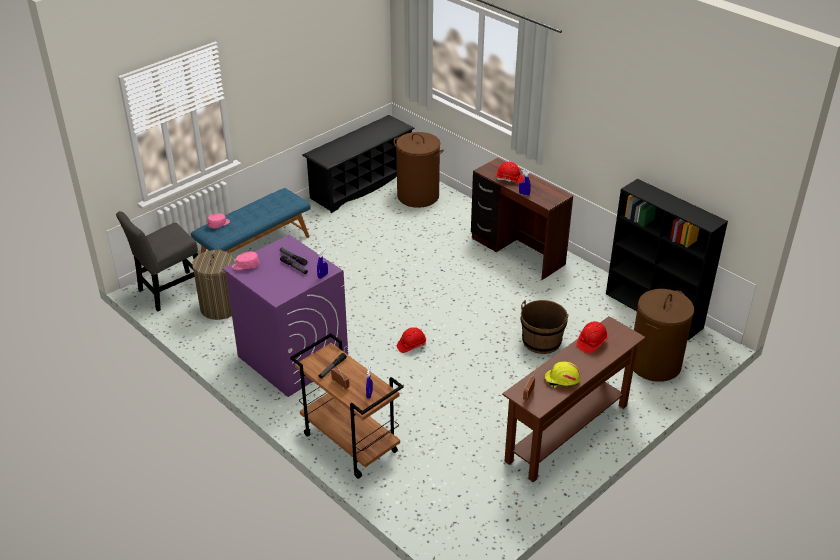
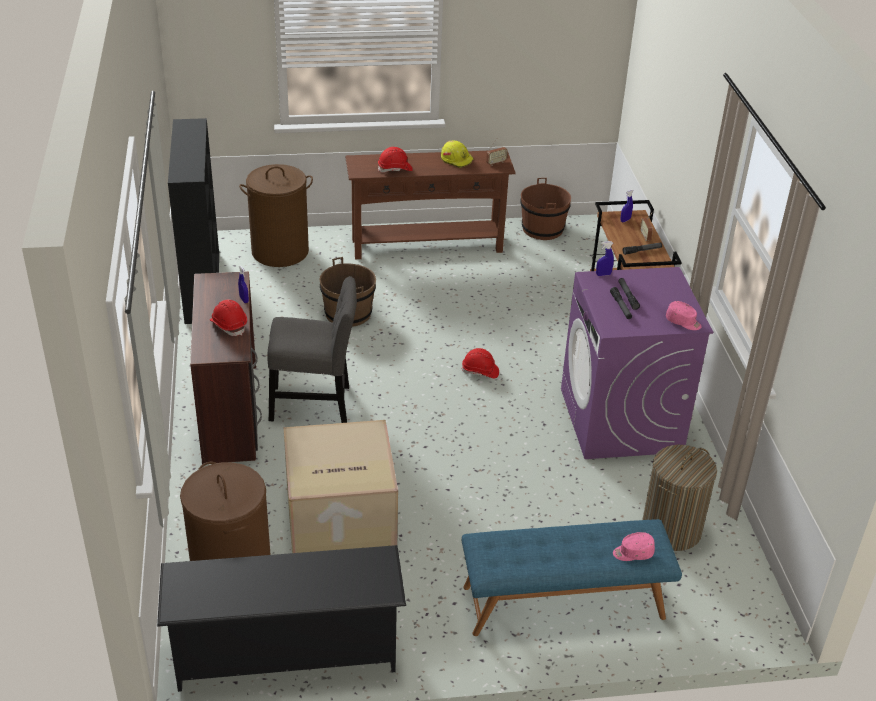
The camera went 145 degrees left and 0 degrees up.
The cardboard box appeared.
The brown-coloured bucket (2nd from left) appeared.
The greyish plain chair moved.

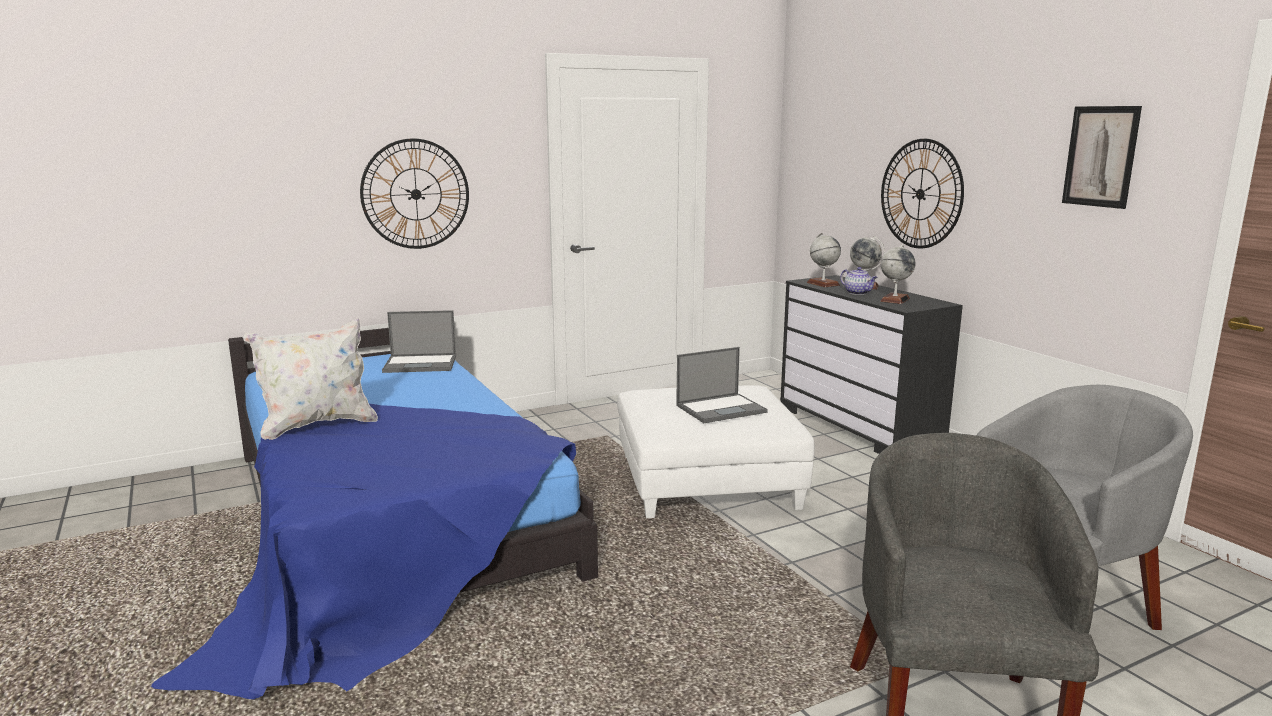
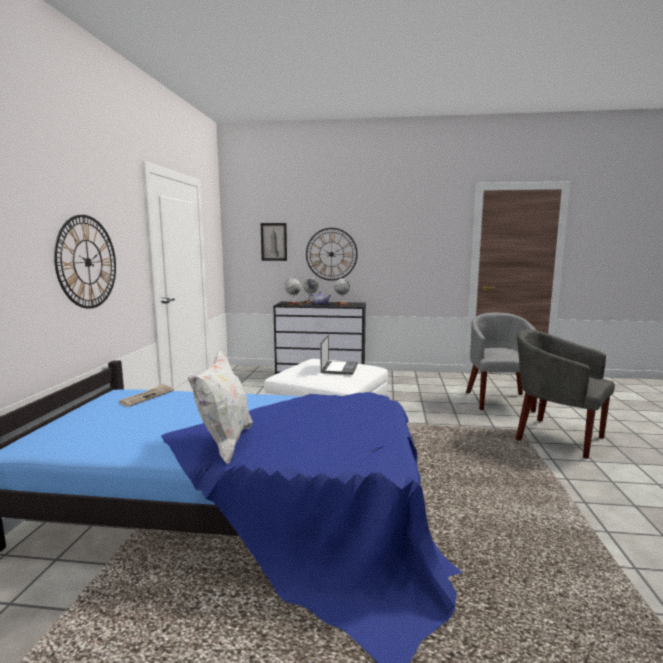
The camera went 55 degrees left and 5 degrees down.
The picture moved.
The portable computer (1st from left) was replaced by the newspaper.

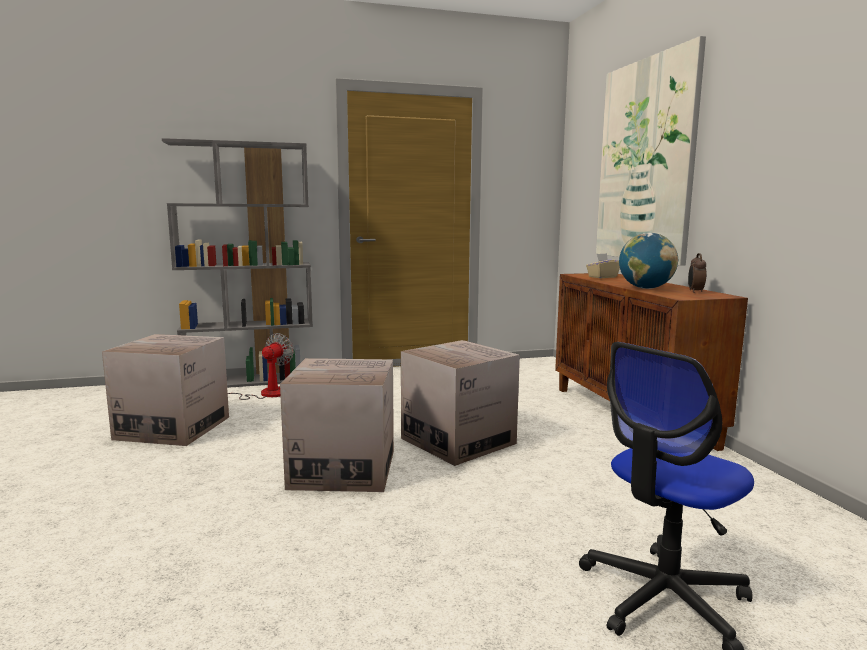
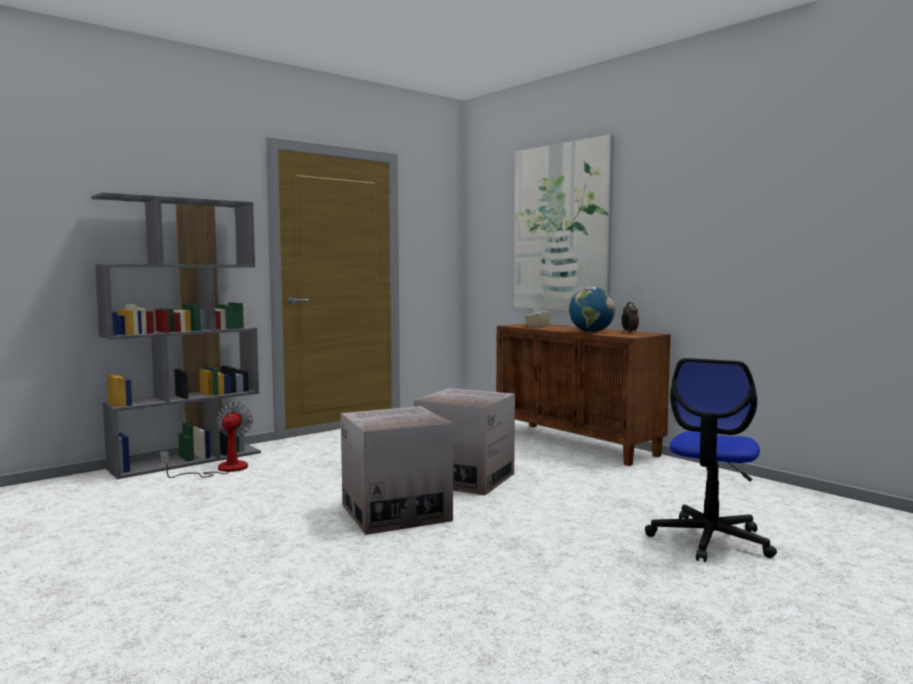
The camera went 25 degrees left and 5 degrees down.
The cardboard box (1st from left) disappeared.

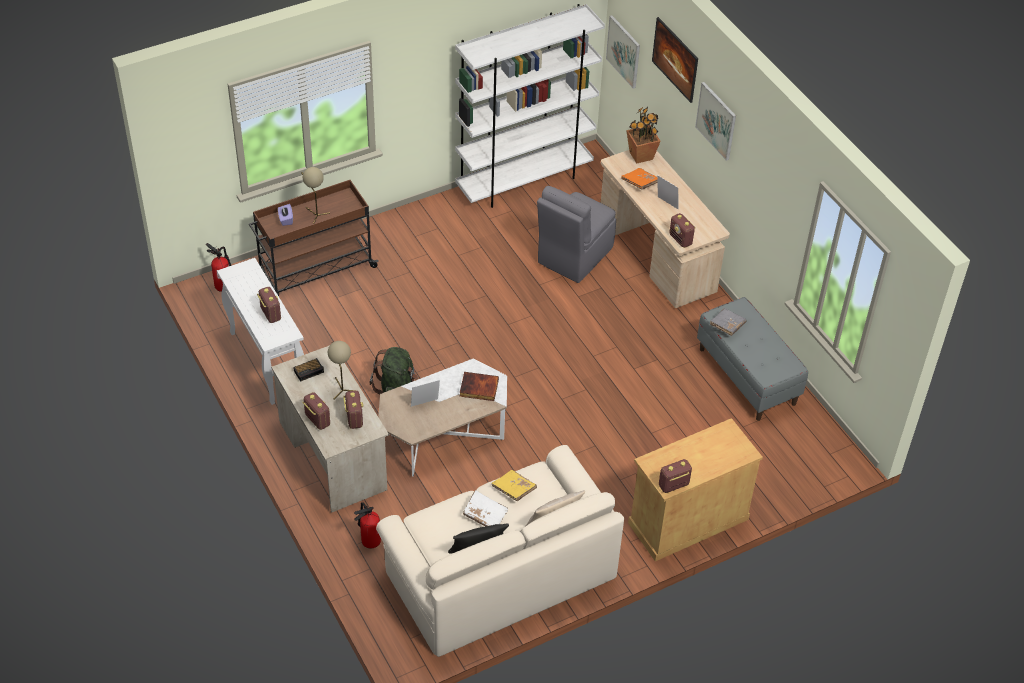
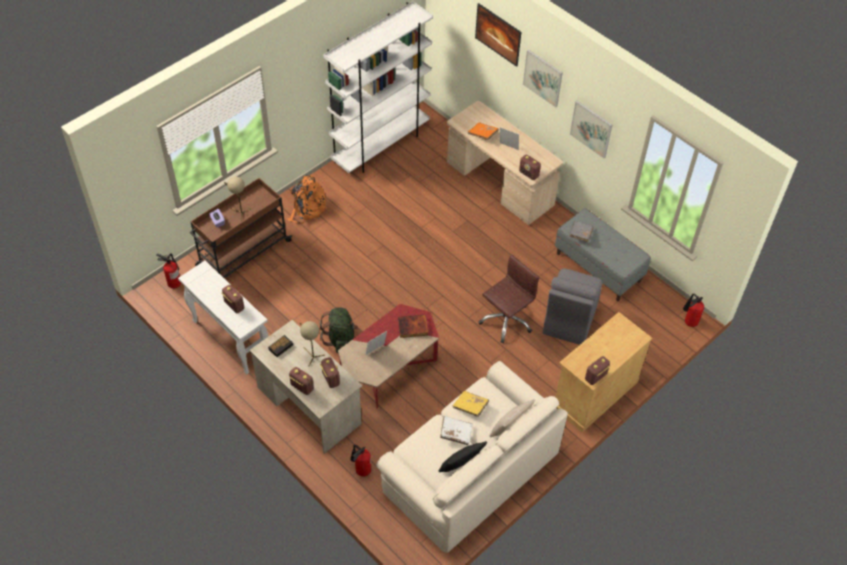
The camera went 15 degrees left and 5 degrees up.
The plant in a pot disappeared.
The orangey backpack appeared.
The brown-coloured office chair appeared.
The fire extinguisher (3rd from left) appeared.
The greyish plain chair moved.
The picture (1st from left in the first image) moved.
The white-coloured coffee table became the red coffee table.

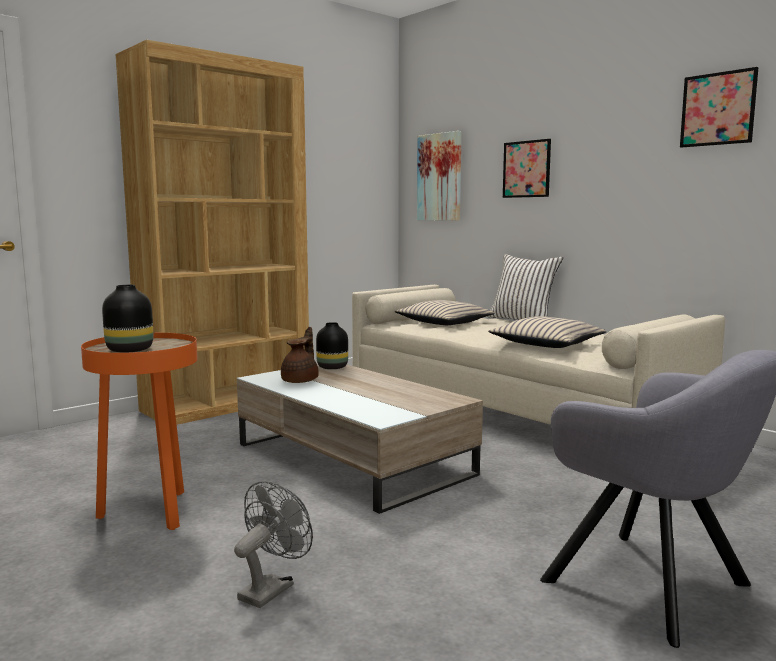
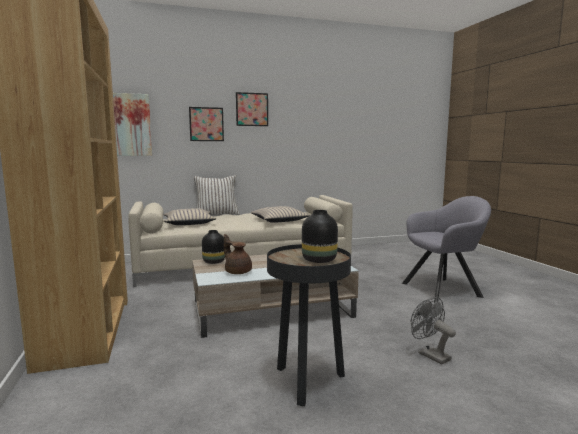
The camera went 65 degrees left and 0 degrees up.
The picture (3rd from left) moved.
The orangey end table became the blackish end table.

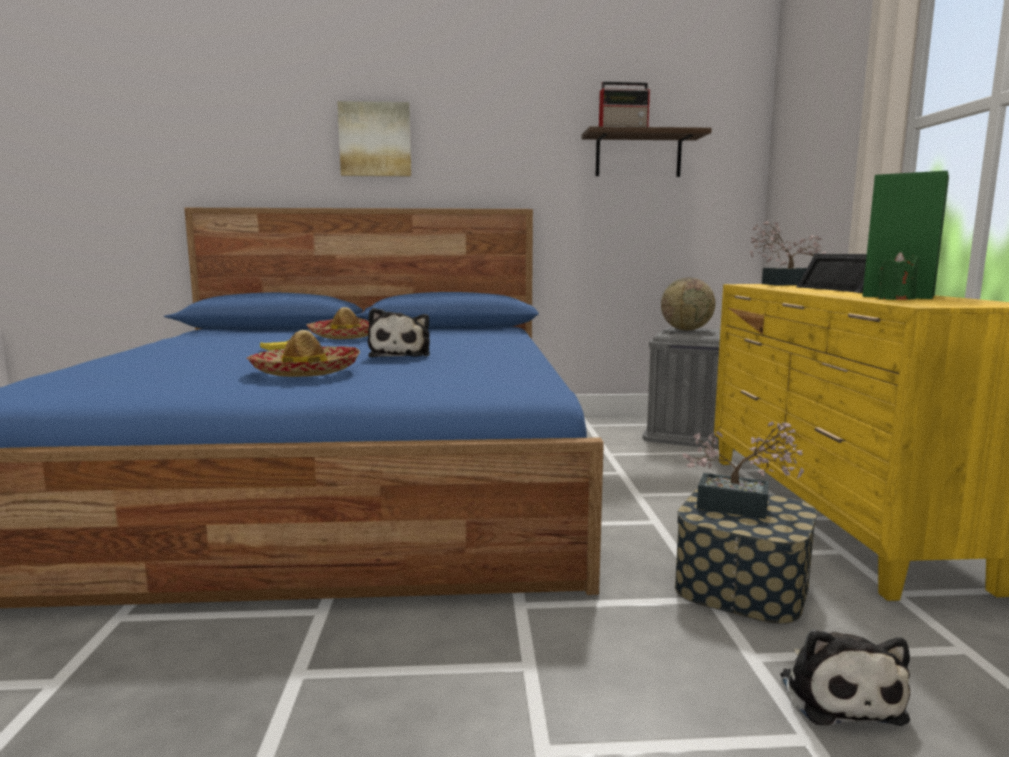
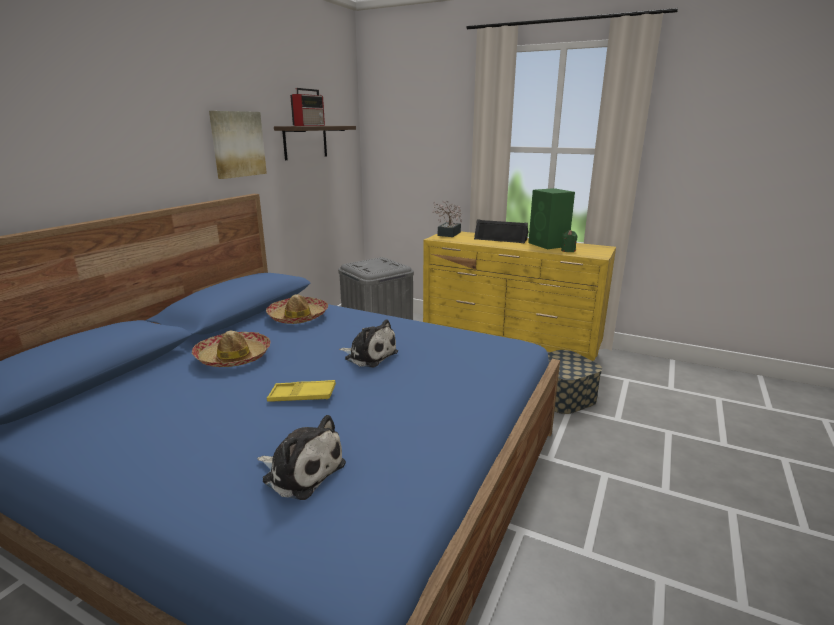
The camera went 60 degrees left and 10 degrees up.
The desk globe disappeared.
The plant in a pot (1st from left) disappeared.
The hat (1st from left in the first image) moved.
The picture moved.
The soft toy (2nd from left in the first image) moved.

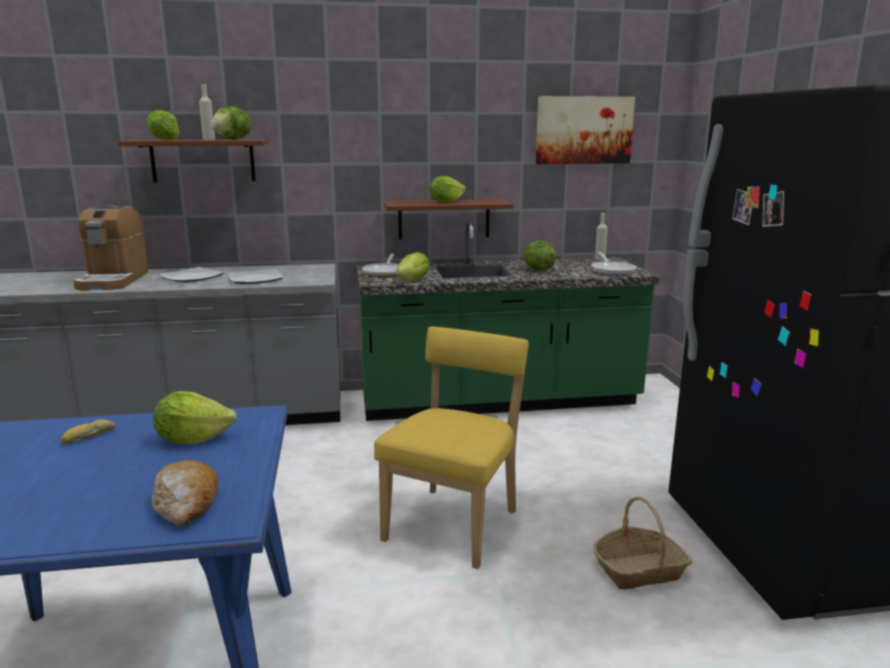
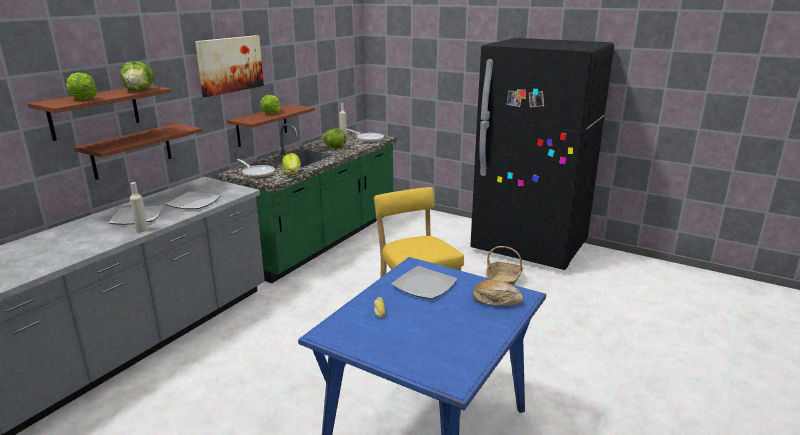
The camera went 50 degrees left and 5 degrees up.
The coffee maker disappeared.
The brown-coloured shelf (2nd from left) appeared.
The beige-coloured drink bottle (1st from left) moved.
The picture moved.
The head of lettuce (2nd from left) was replaced by the dinner plate (3rd from left).

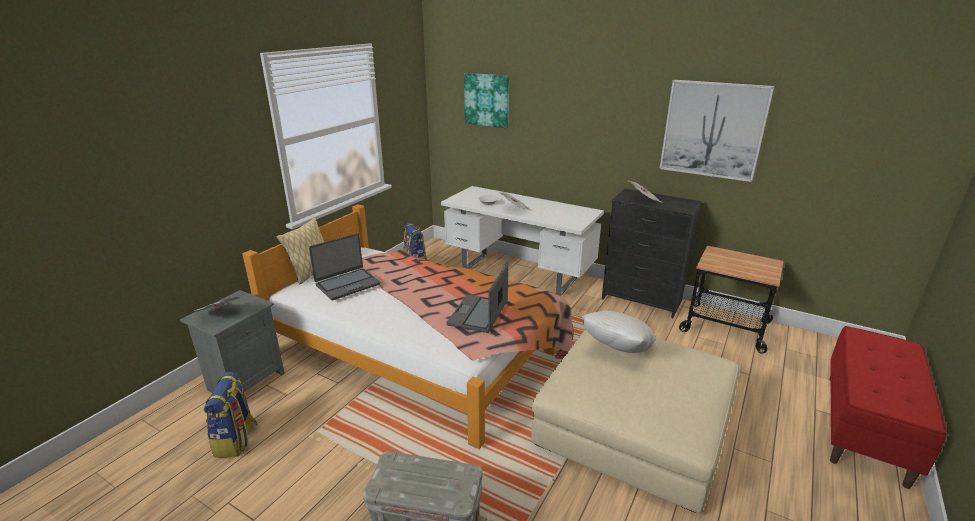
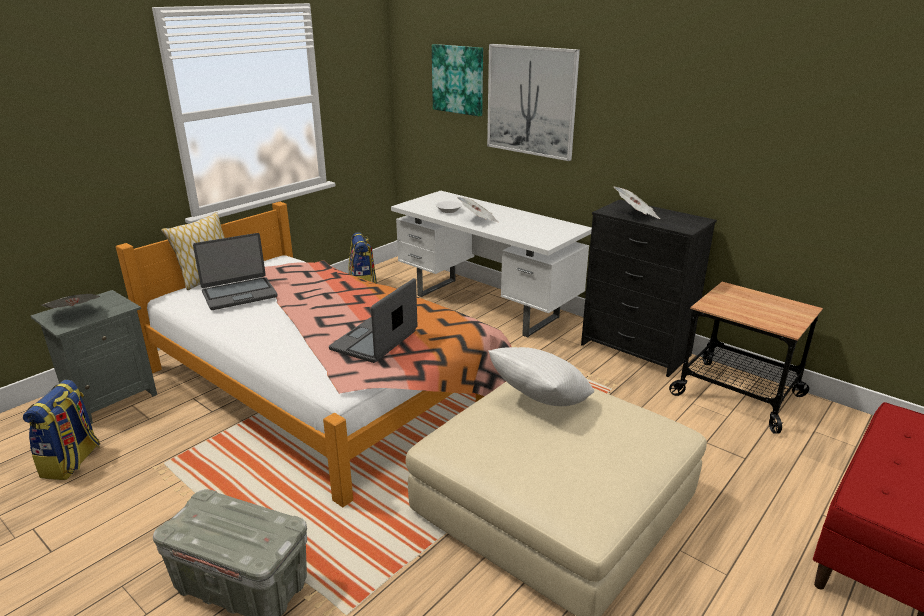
The camera went 10 degrees right and 0 degrees up.
The picture (2nd from left) moved.

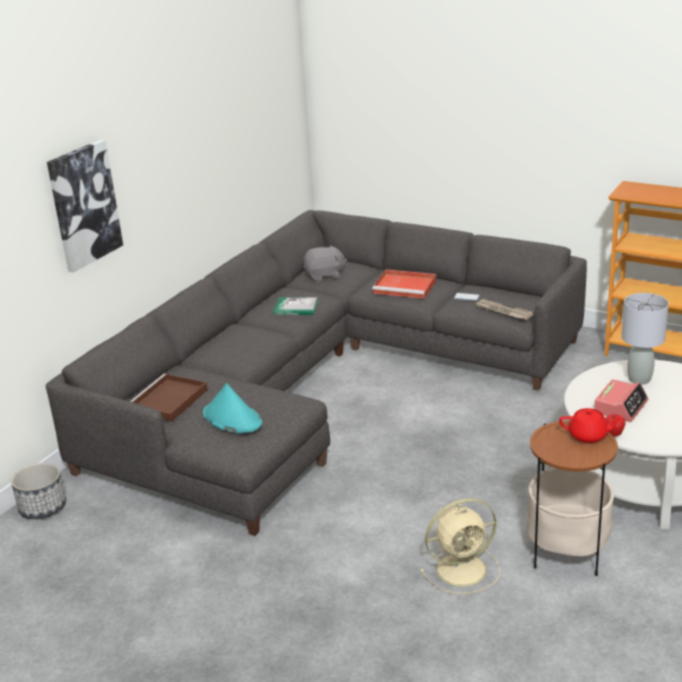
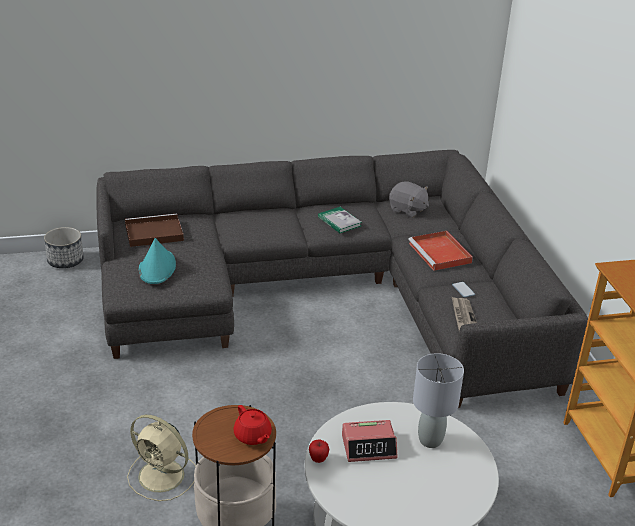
The camera went 45 degrees right and 5 degrees up.
The picture disappeared.

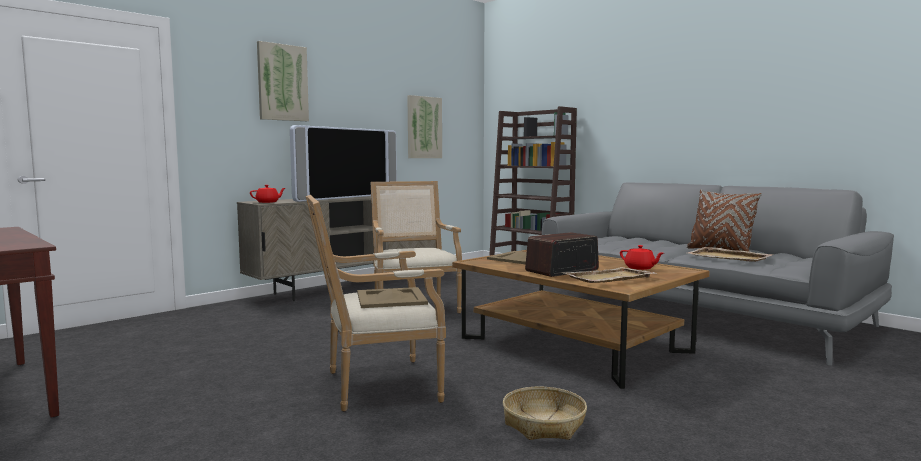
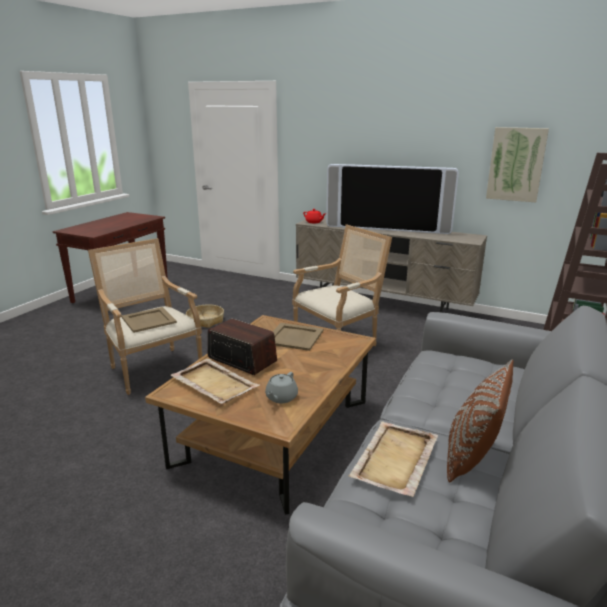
The camera went 70 degrees right and 15 degrees up.
The picture (1st from left) disappeared.
The basket moved.
The red teapot (2nd from left) became the greyish teapot.

